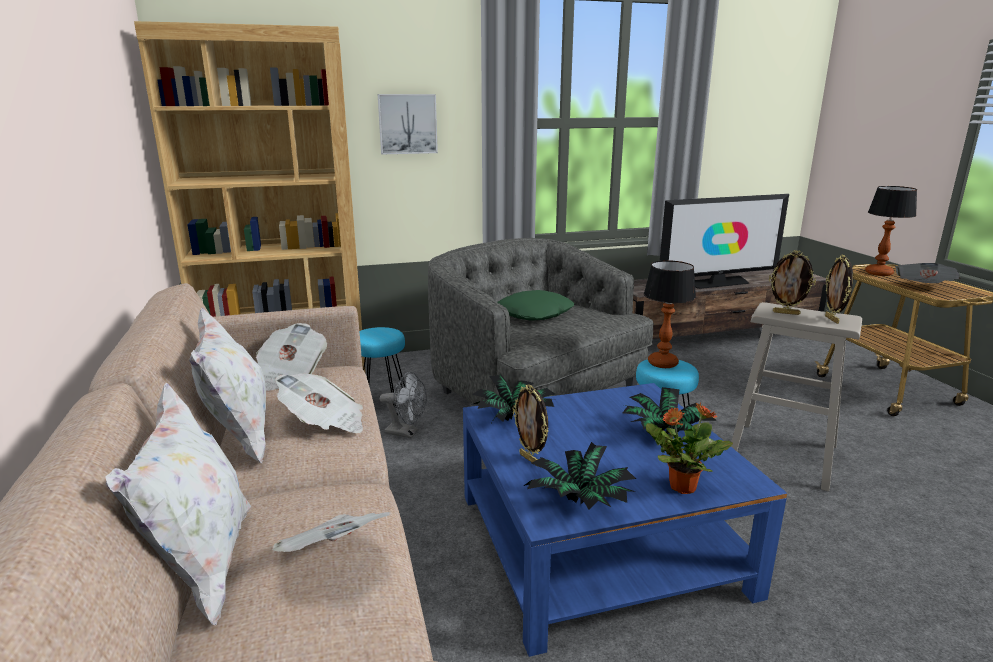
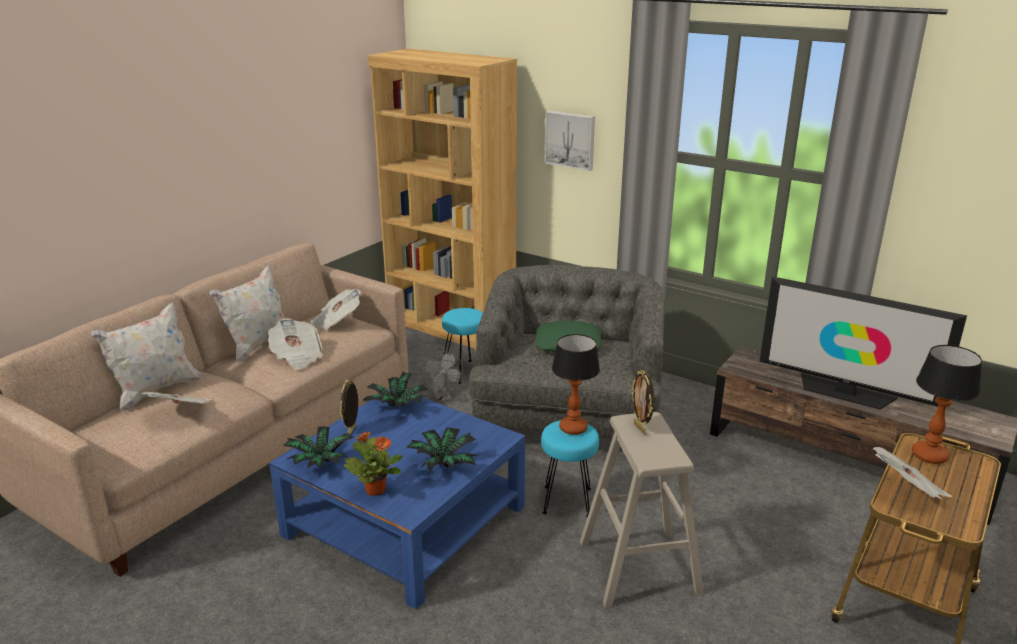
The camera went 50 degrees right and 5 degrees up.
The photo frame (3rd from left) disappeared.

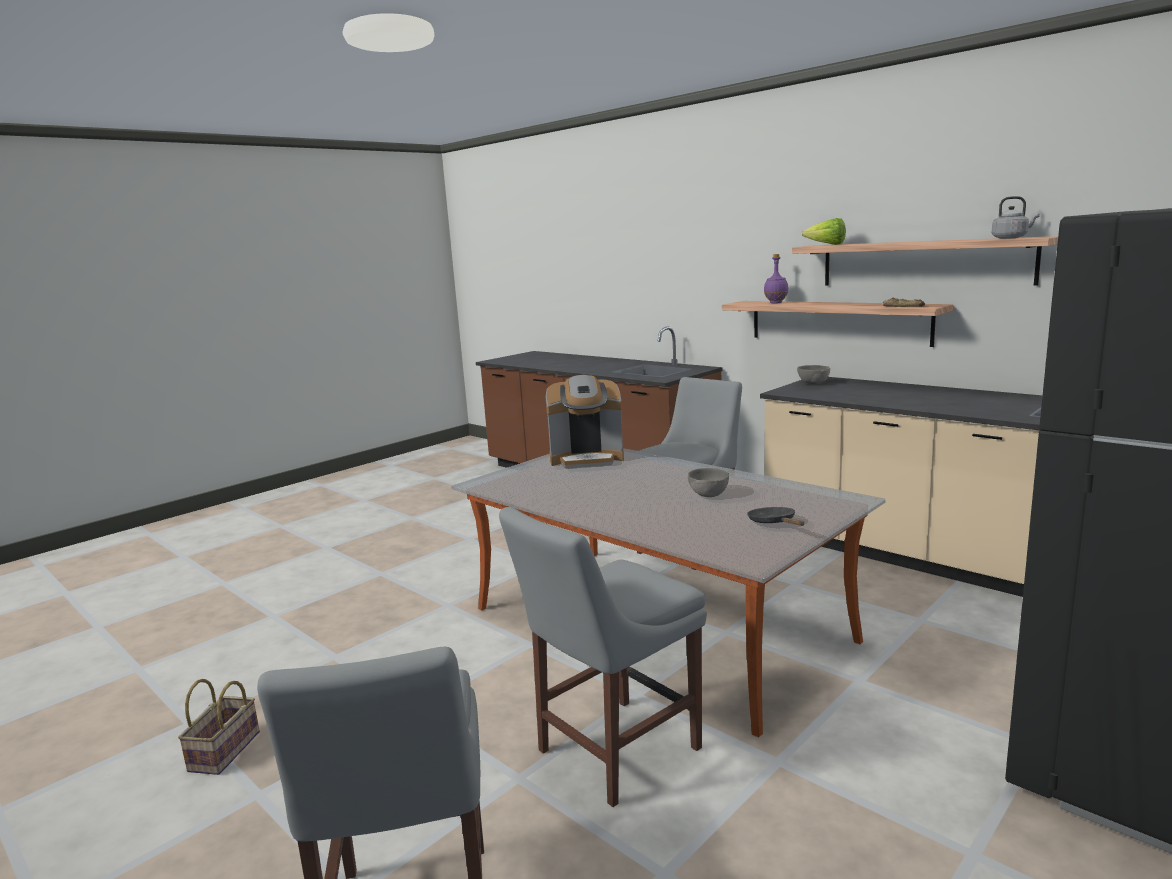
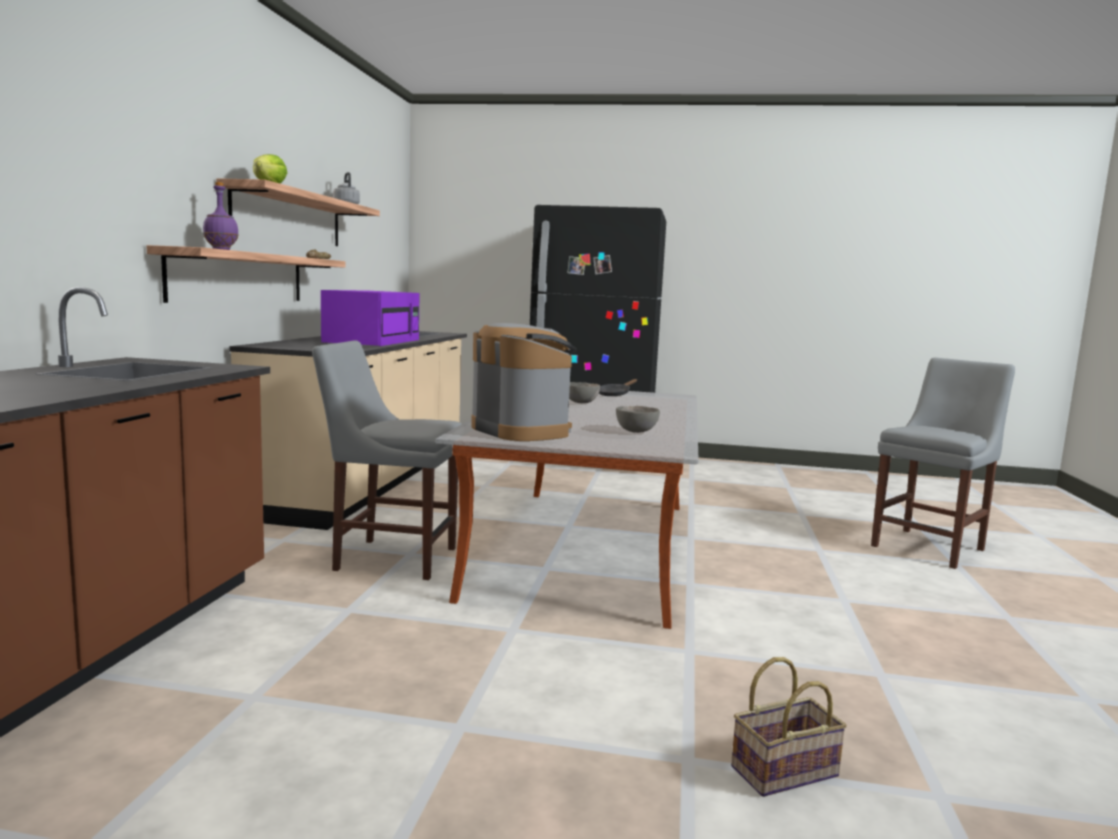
The camera went 125 degrees left and 5 degrees down.
The greyish plain chair (2nd from left) disappeared.
The purple microwave oven appeared.
The basket moved.
The greyish bowl (2nd from left) moved.

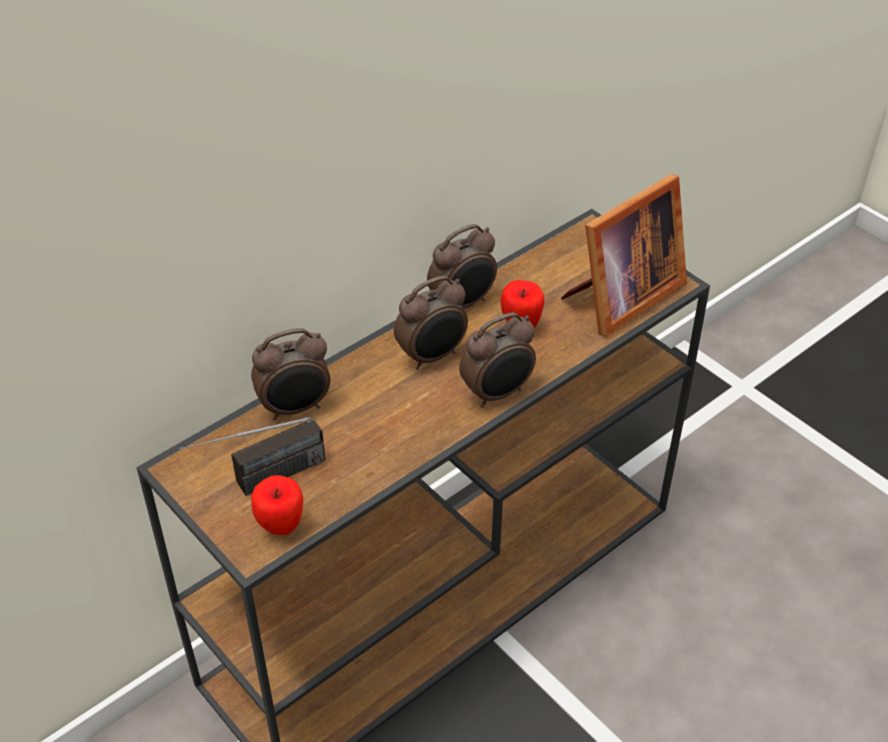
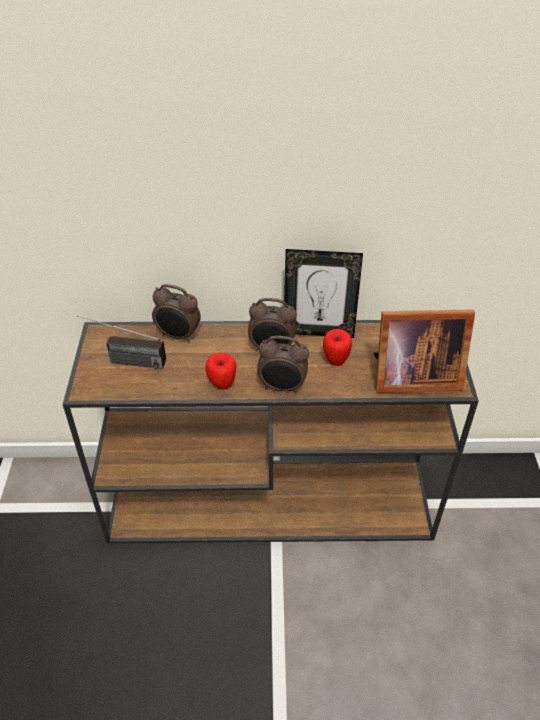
The camera went 40 degrees right and 0 degrees up.
The whole apple (1st from left) moved.
The table clock (3rd from left) was replaced by the photo frame (1st from left).

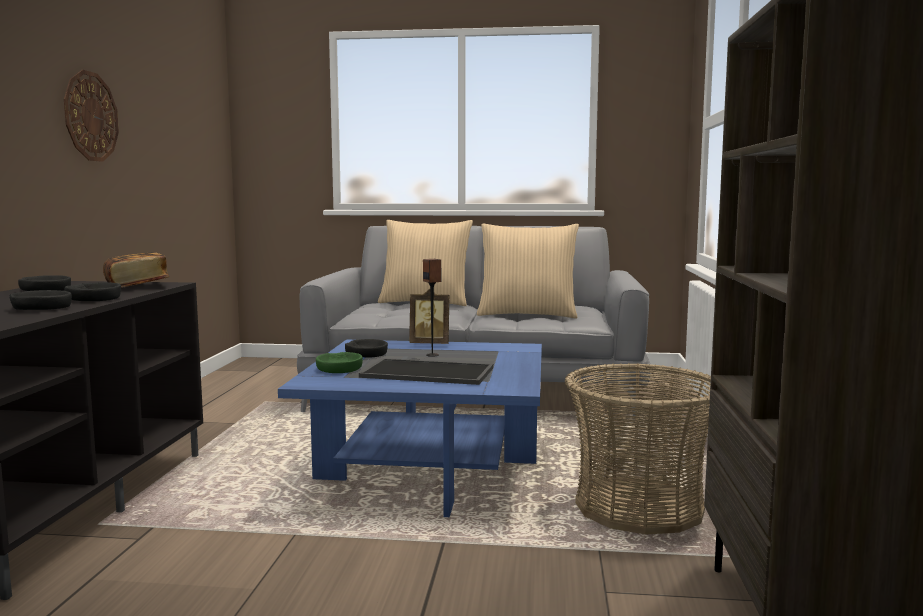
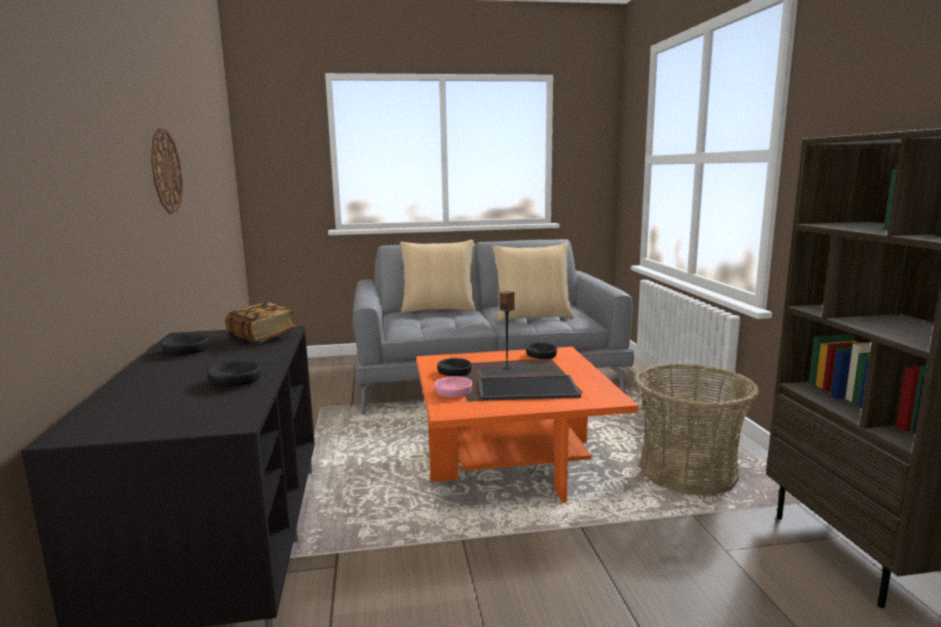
The camera went 15 degrees left and 5 degrees up.
The photo frame disappeared.
The blackish bowl (3rd from left in the first image) moved.
The blue-coloured coffee table became the orangey coffee table.
The greenish bowl became the pink-coloured bowl.

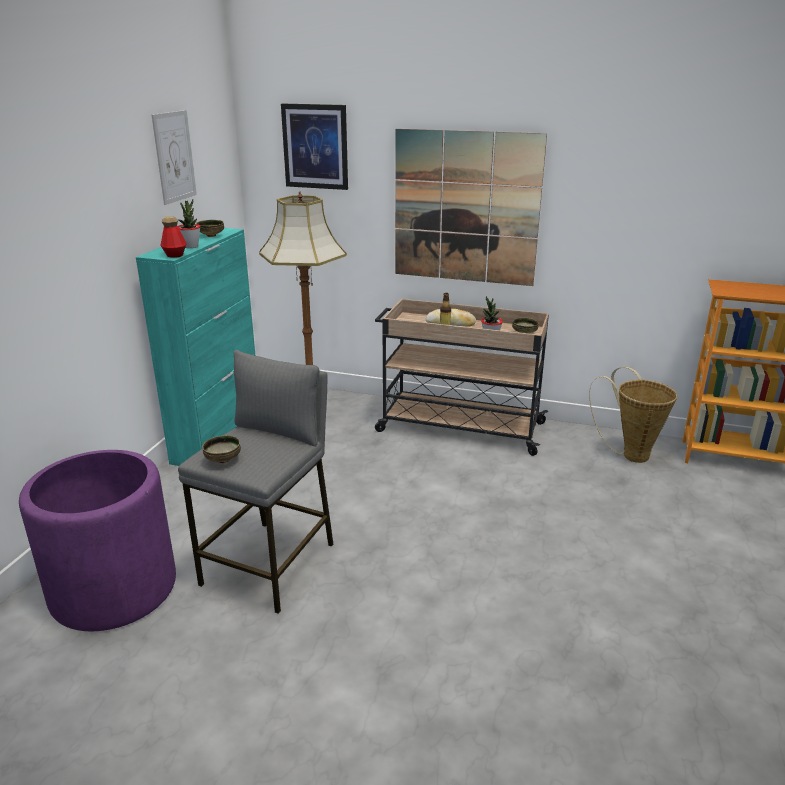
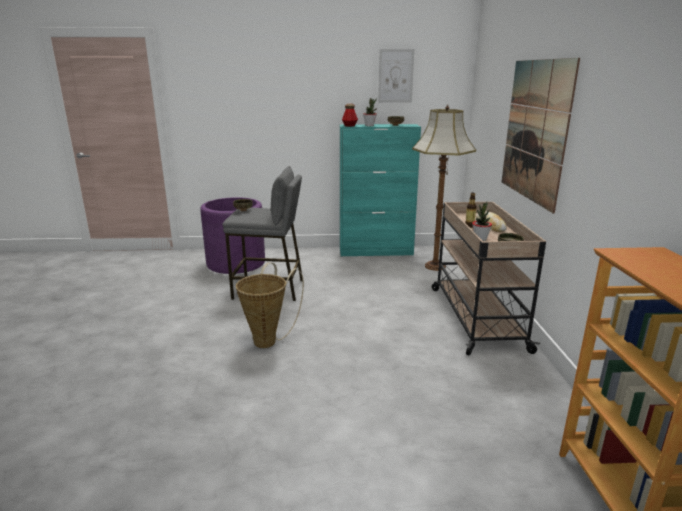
The camera went 70 degrees right and 5 degrees down.
The picture (2nd from left) disappeared.
The basket moved.

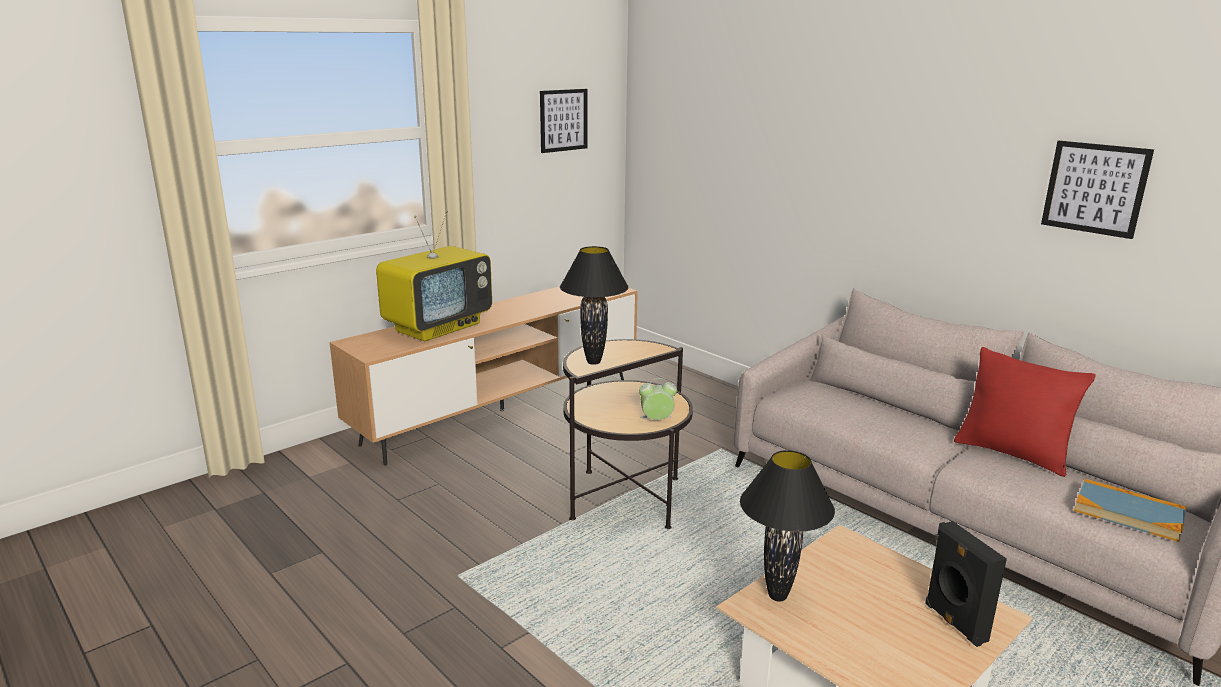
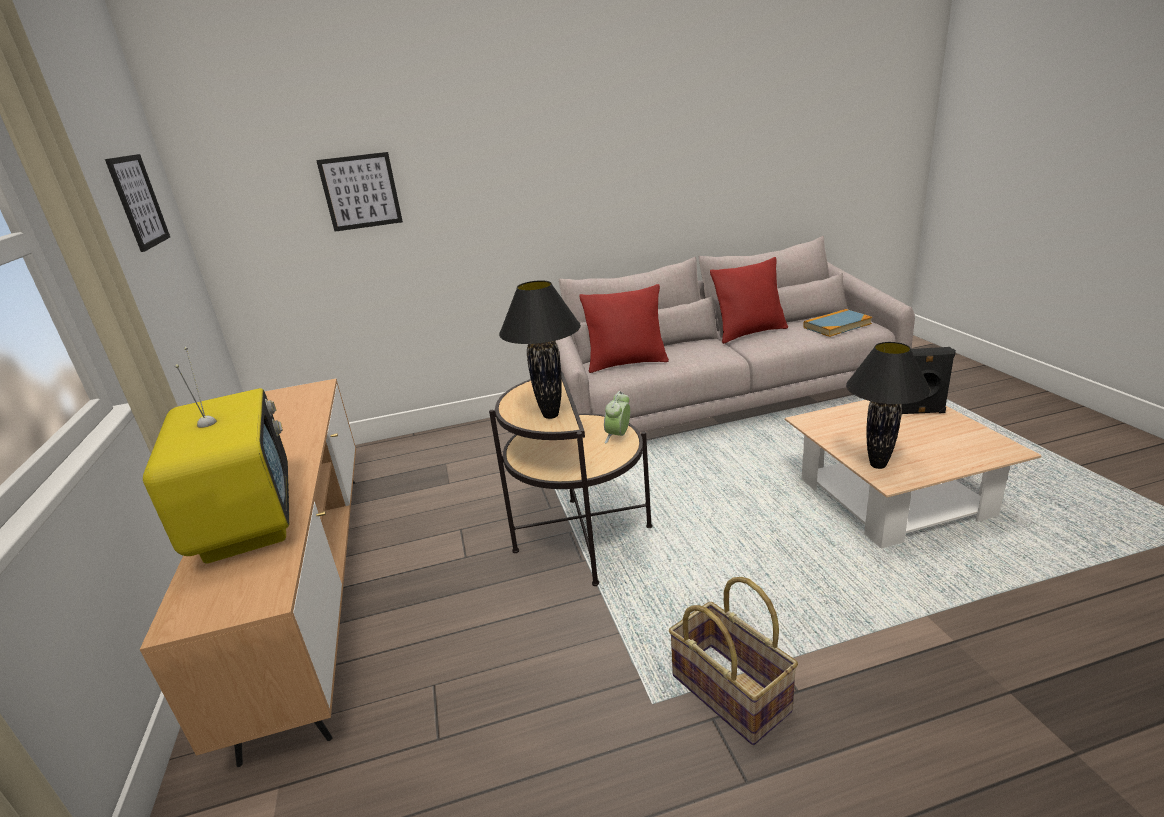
The camera went 60 degrees left and 5 degrees up.
The red cushion (1st from left) appeared.
The basket appeared.
The picture (2nd from left) moved.

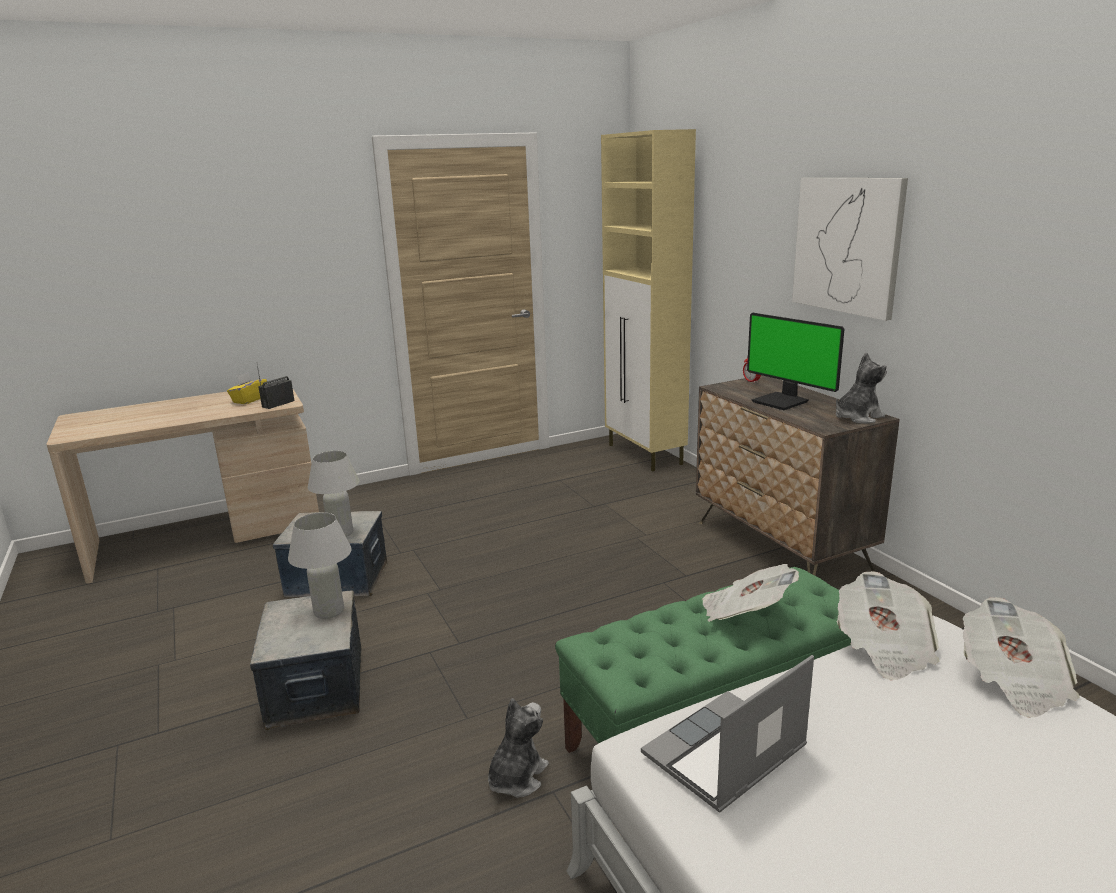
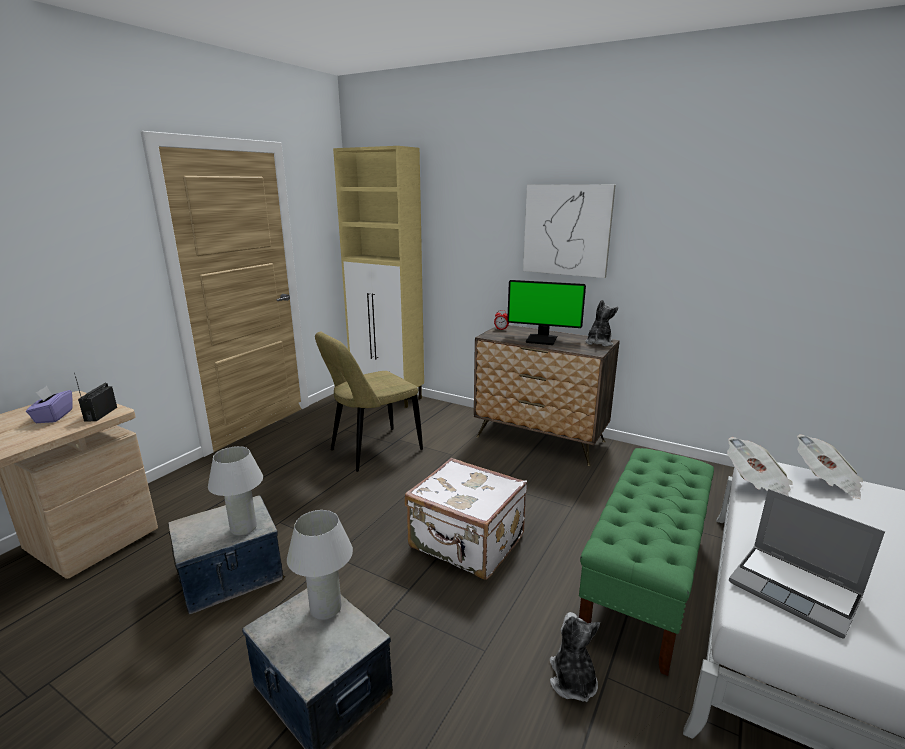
The camera went 35 degrees left and 0 degrees up.
The newspaper (1st from left) disappeared.
The beige-coloured plain chair appeared.
The white-coloured suitcase appeared.
The yellowish tissue holder became the purple tissue holder.
The portable computer turned 60 degrees counterclockwise.

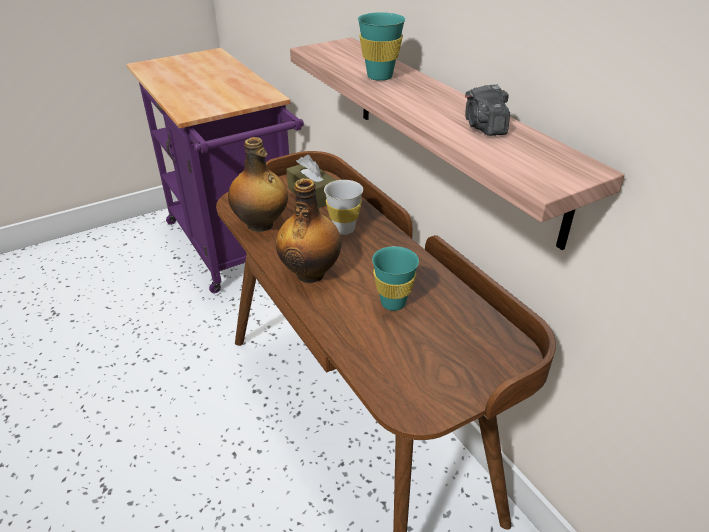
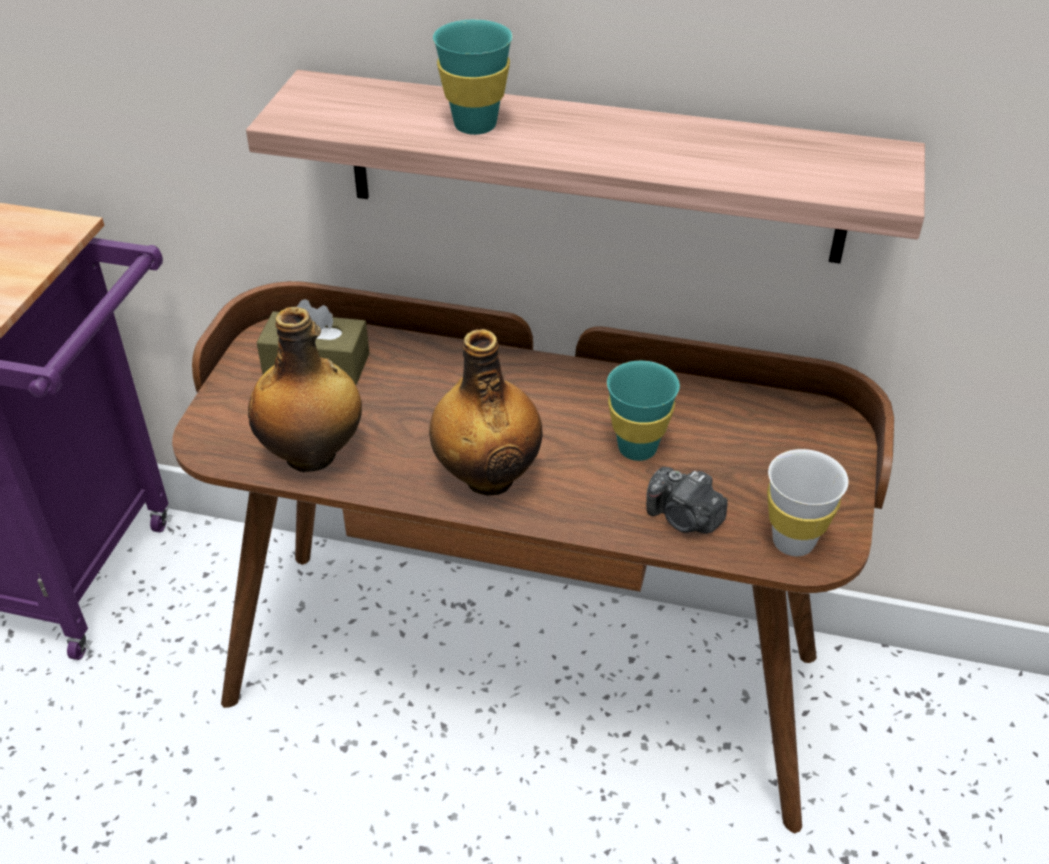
The camera went 45 degrees left and 5 degrees up.
The white-coloured drinking cup moved.
The photo camera moved.

